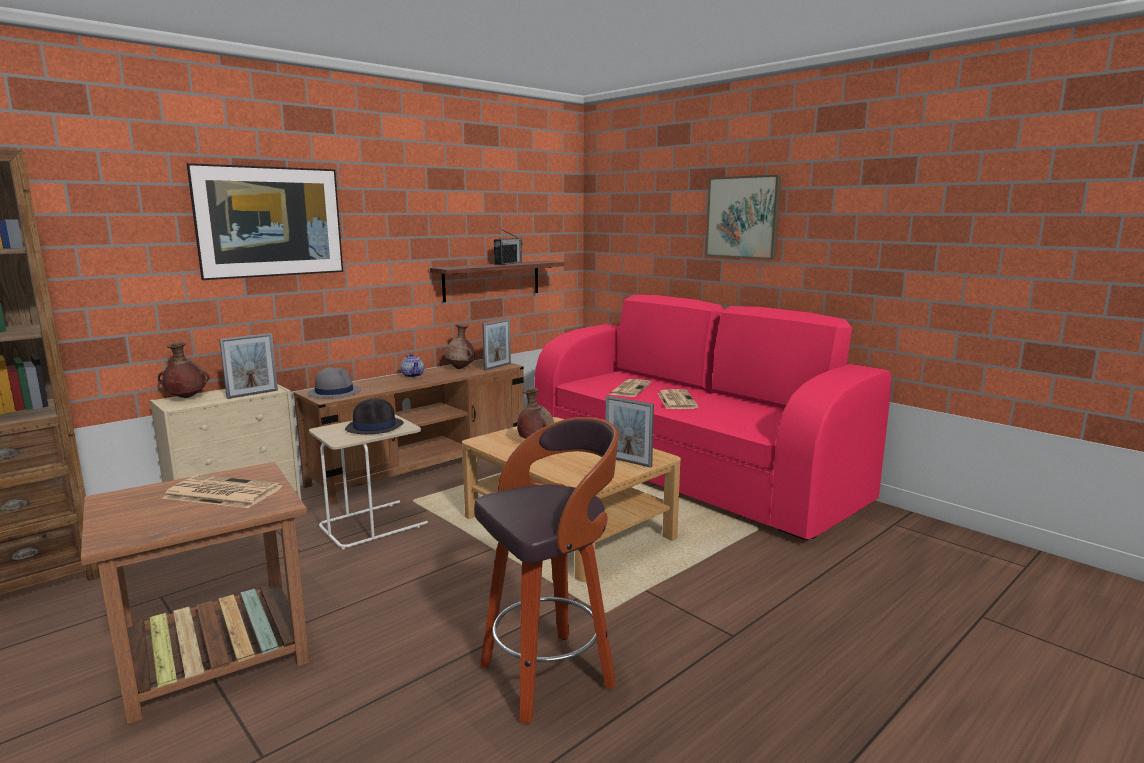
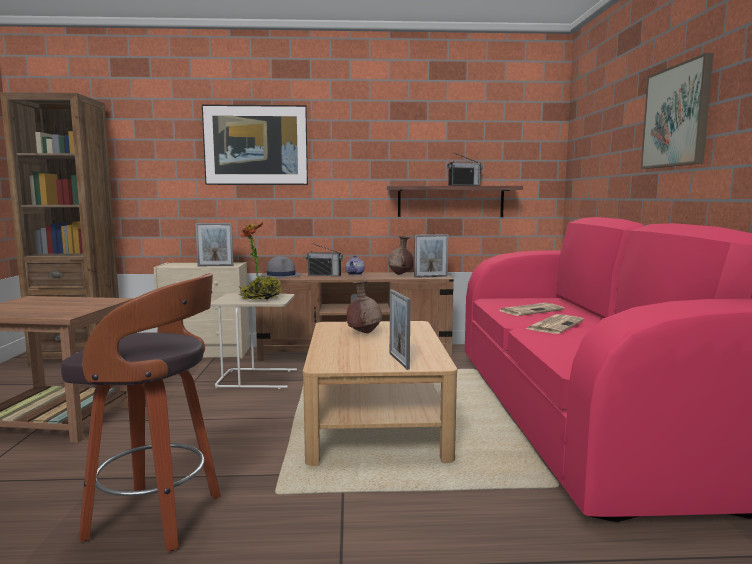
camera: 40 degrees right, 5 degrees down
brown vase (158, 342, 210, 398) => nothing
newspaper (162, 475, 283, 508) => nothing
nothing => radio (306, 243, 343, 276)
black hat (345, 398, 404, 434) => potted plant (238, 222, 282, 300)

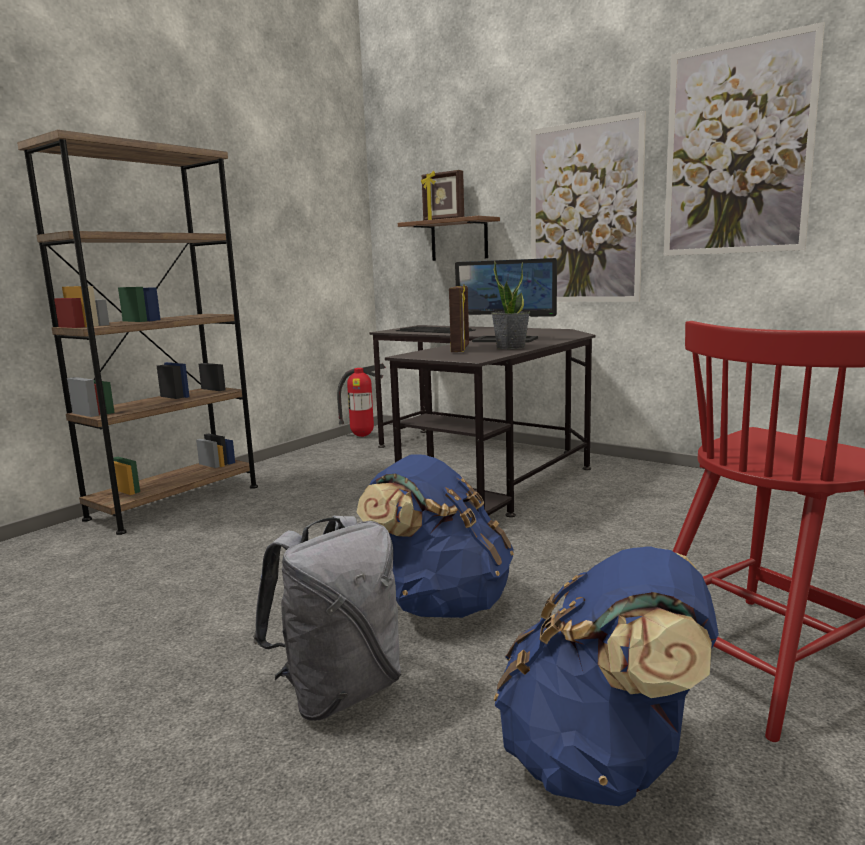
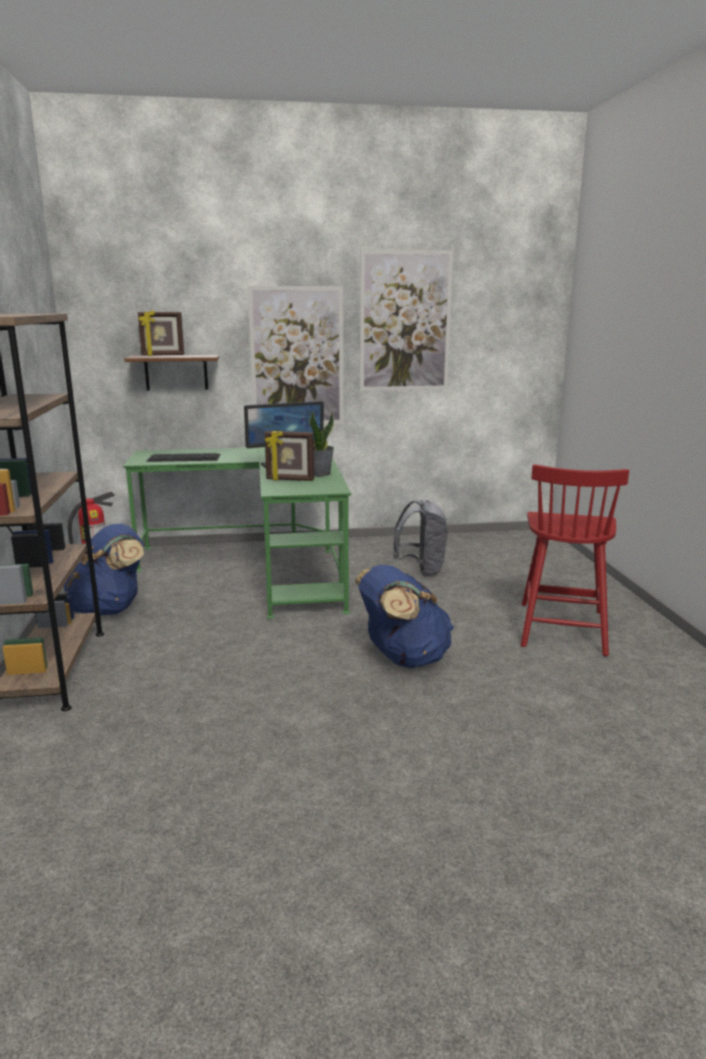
camera: 45 degrees left, 5 degrees up
grey backpack (253, 516, 401, 721) => grey backpack (393, 500, 447, 576), shifted
blue backpack (494, 547, 719, 806) => blue backpack (64, 523, 144, 615), shifted
black desk (370, 325, 595, 517) => green desk (123, 447, 351, 619)
picture frame (449, 285, 469, 352) => picture frame (265, 431, 314, 481), 135 degrees clockwise

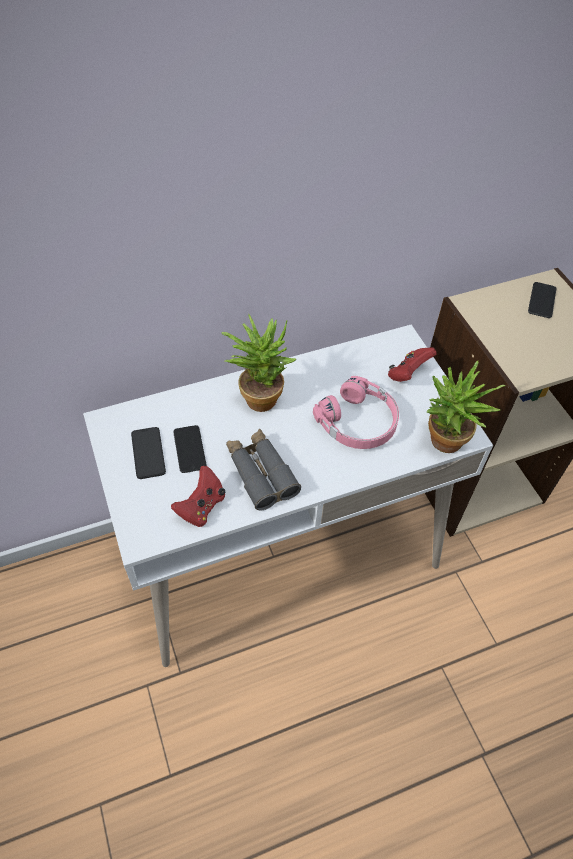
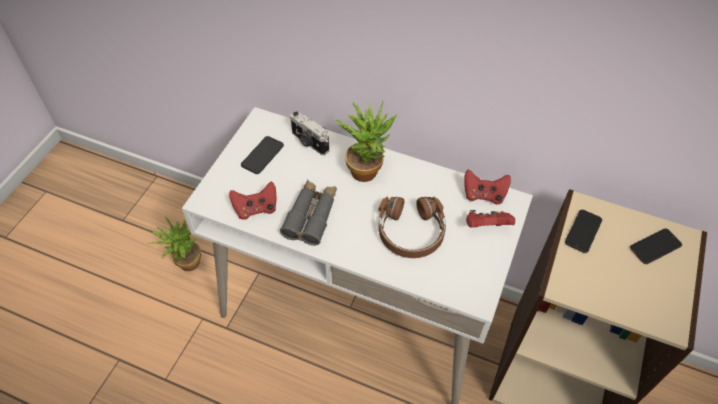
camera: 45 degrees right, 0 degrees up
nothing => photo camera (290, 110, 329, 155)
nothing => red game controller (465, 169, 511, 205)
phone (173, 425, 207, 473) => phone (565, 210, 602, 253), shifted
potted plant (427, 361, 506, 453) => potted plant (148, 217, 201, 271), shifted
pink headphones (313, 376, 399, 449) => brown headphones (379, 197, 446, 258)

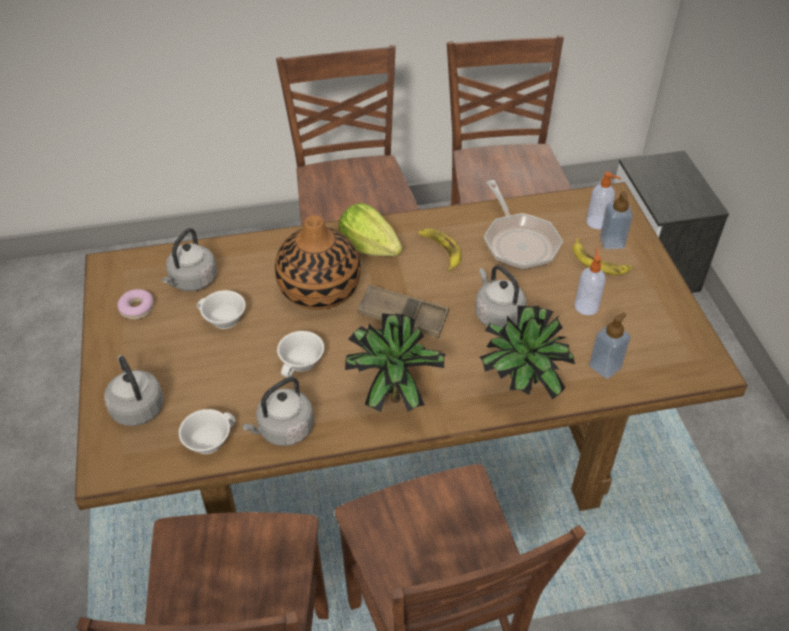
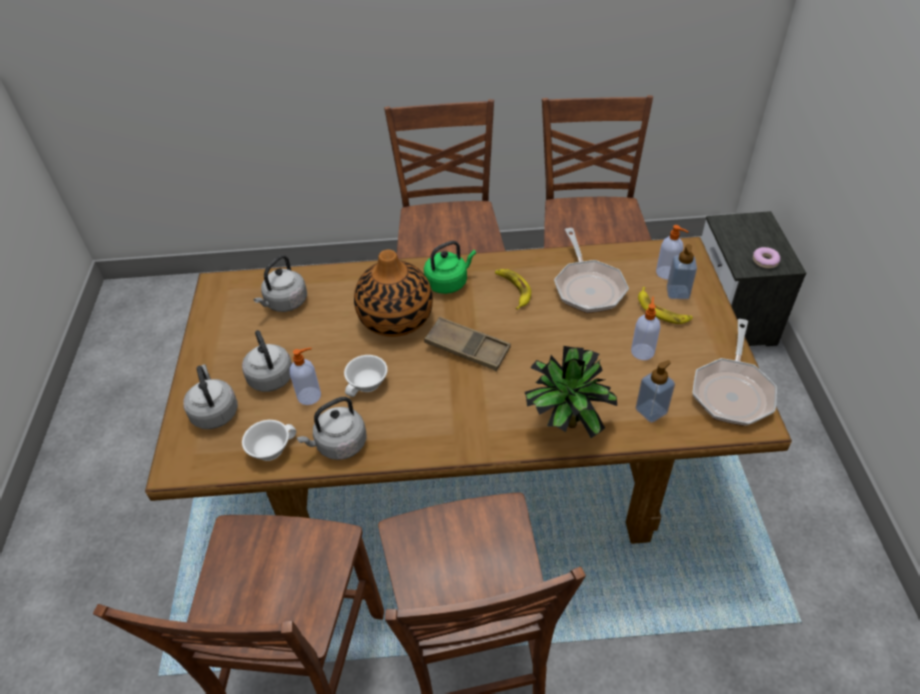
camera: 10 degrees right, 0 degrees up
white cup (197, 290, 246, 329) => nothing
potted plant (345, 313, 446, 412) => nothing
nothing => soap dispenser (290, 348, 321, 405)
nothing => frying pan (692, 319, 777, 426)
donut (117, 289, 154, 319) => donut (753, 247, 780, 268), shifted
grey kettle (475, 265, 527, 327) => grey kettle (242, 330, 292, 392), shifted
lettuce (339, 203, 402, 257) => green kettle (424, 241, 476, 294)

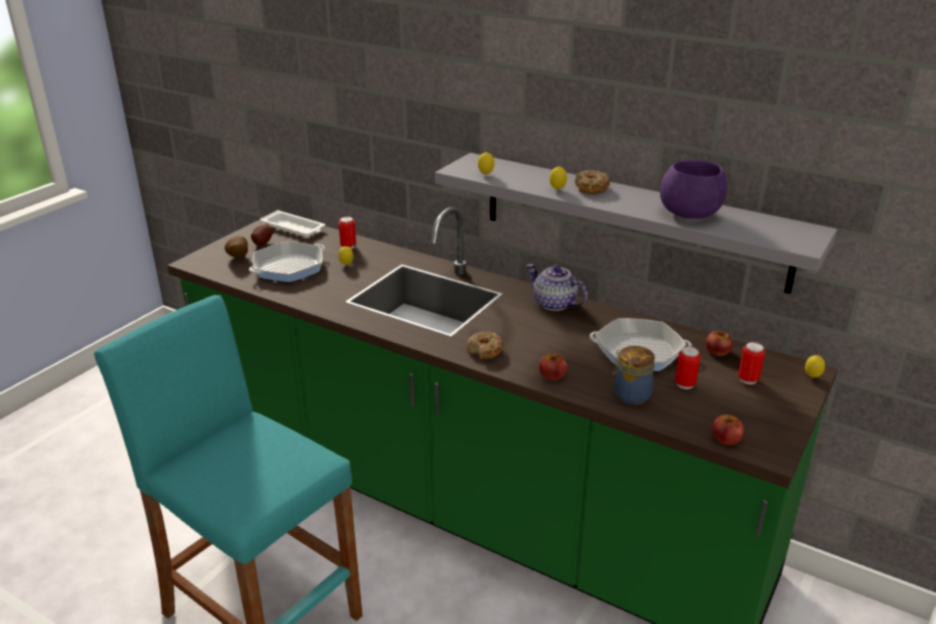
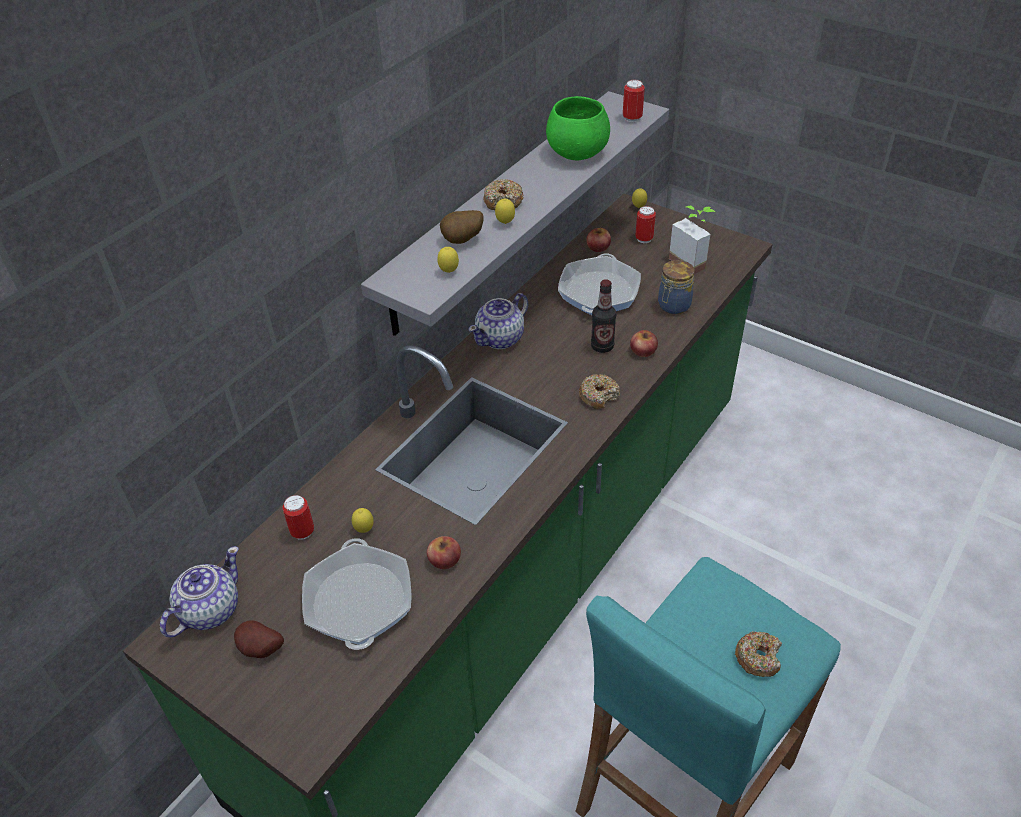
camera: 85 degrees left, 15 degrees up
nothing => bottle (591, 279, 616, 353)
nothing => potted plant (669, 206, 715, 274)
nothing => donut (735, 631, 782, 677)
potato (225, 236, 248, 258) => potato (440, 210, 483, 244), shifted
can (675, 346, 701, 389) => can (623, 80, 645, 122), shifted
apple (712, 414, 744, 445) => apple (427, 536, 461, 569), shifted
white tray (260, 210, 325, 237) => teapot (160, 546, 239, 638)
purple bowl (660, 160, 727, 219) => green bowl (546, 96, 610, 160)
frying pan (249, 241, 325, 282) => frying pan (302, 538, 412, 650), 150 degrees counterclockwise

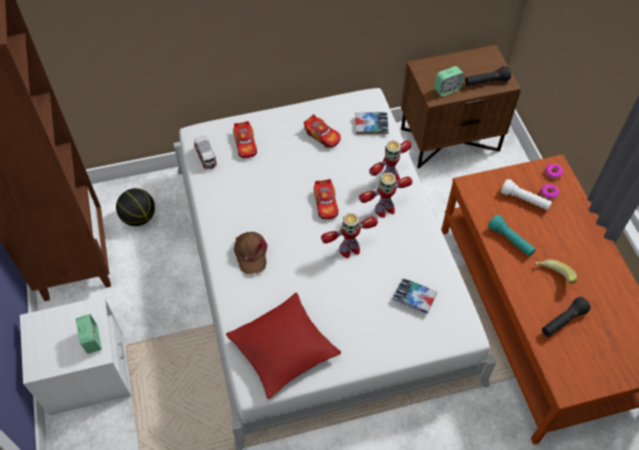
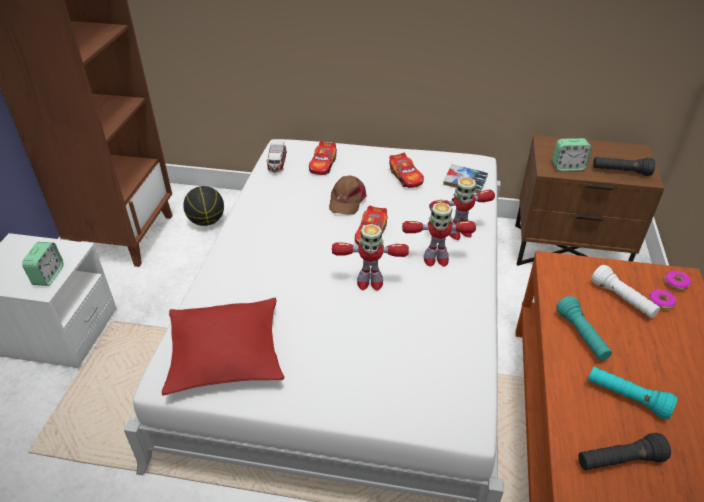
camera: 25 degrees right, 15 degrees down
book (393, 278, 437, 314) => nothing
brown cap (234, 232, 267, 274) => brown cap (329, 176, 367, 215), shifted
banana (535, 259, 577, 283) => turquoise flashlight (588, 367, 677, 419)

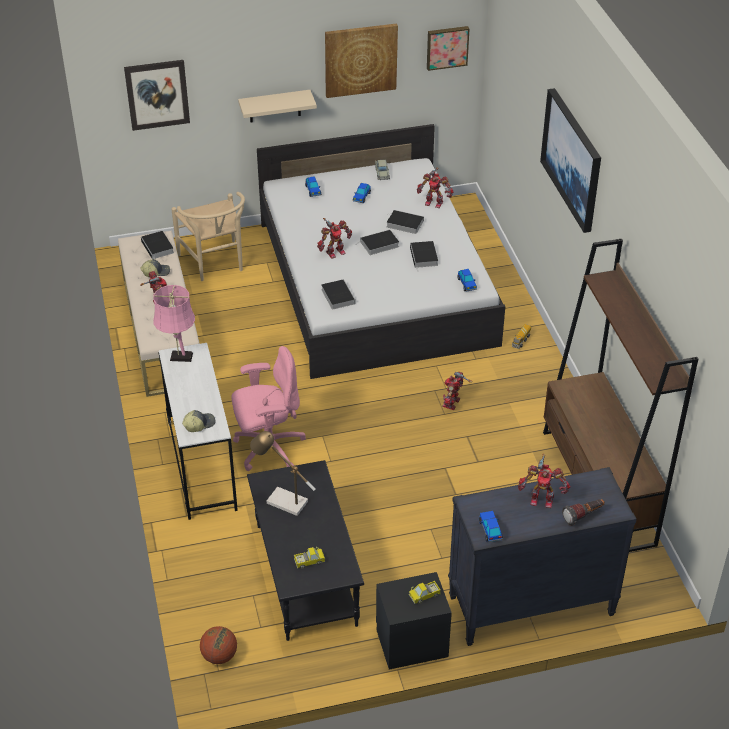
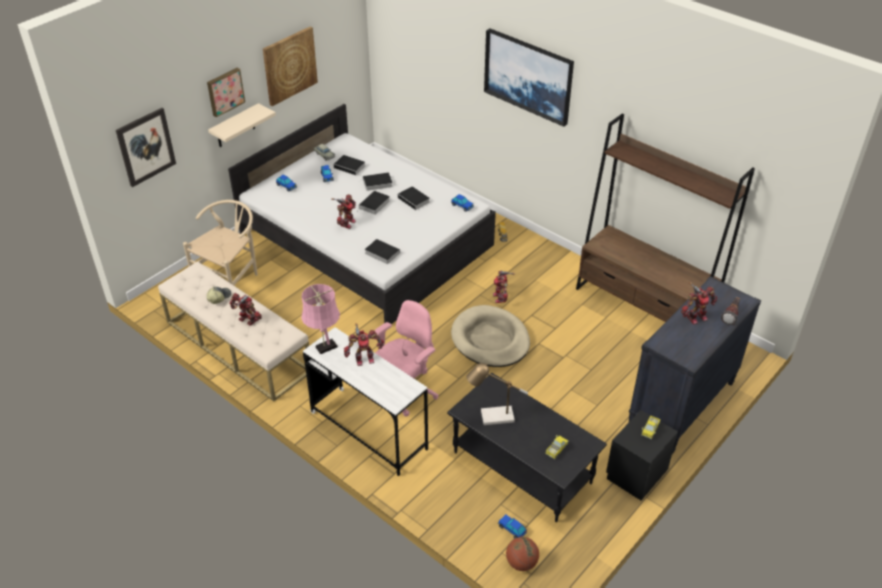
camera: 35 degrees left, 0 degrees up
cap (182, 410, 216, 432) => nothing
nothing => beige dog bed (451, 305, 530, 367)
book (141, 231, 174, 259) => book (334, 155, 365, 176), shifted
toy robot (417, 167, 454, 208) => toy robot (344, 323, 384, 366), shifted
picture (427, 26, 470, 71) => picture (207, 68, 245, 117), shifted
toy car (479, 511, 503, 542) => toy car (498, 514, 527, 538), shifted
beige chair (171, 192, 245, 281) => beige chair (183, 200, 258, 285), 90 degrees counterclockwise

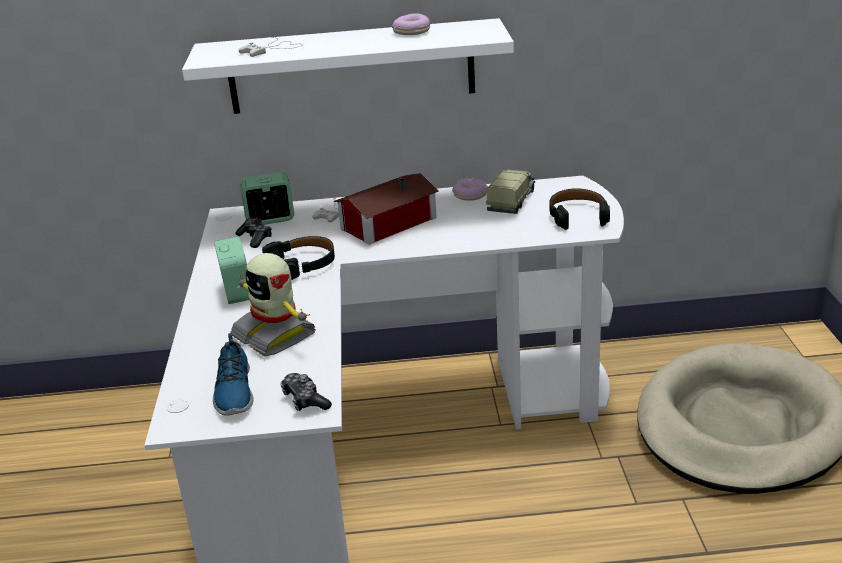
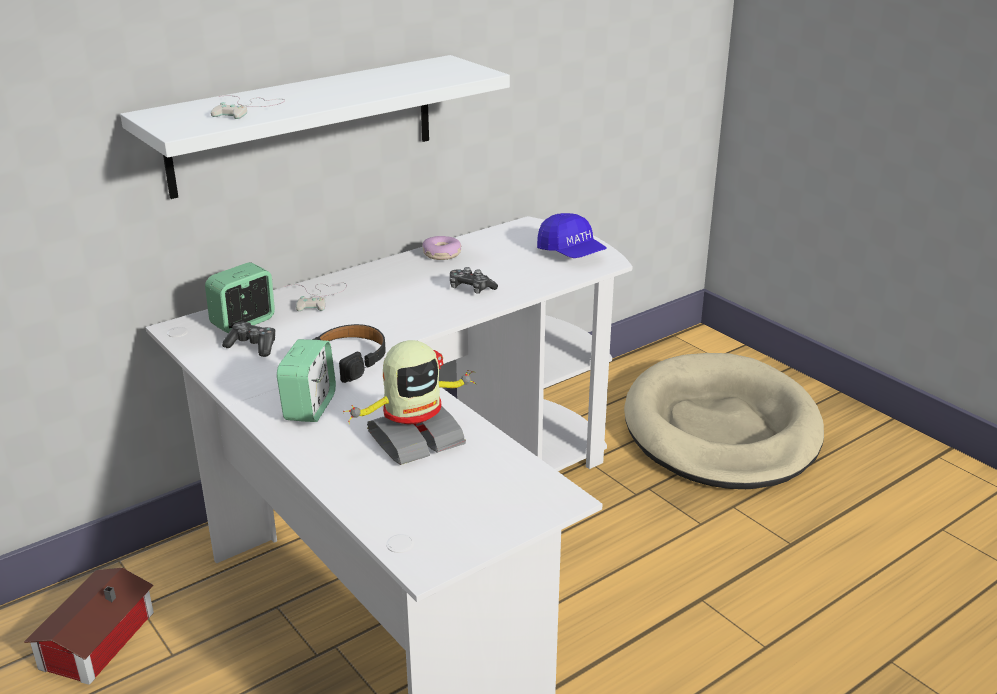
camera: 35 degrees left, 0 degrees up
shoe (213, 333, 253, 416) => nothing
donut (392, 13, 430, 35) => nothing
toy truck (486, 170, 535, 214) => nothing
game controller (280, 373, 332, 411) => game controller (450, 267, 498, 294), shifted
toy house (334, 173, 439, 245) => toy house (24, 568, 154, 685), shifted
black headphones (549, 188, 610, 230) => blue cap (537, 213, 607, 258)
alarm clock (214, 237, 249, 304) => alarm clock (277, 339, 336, 422), 60 degrees clockwise
toy robot (230, 253, 316, 357) => toy robot (343, 340, 476, 465), 45 degrees counterclockwise

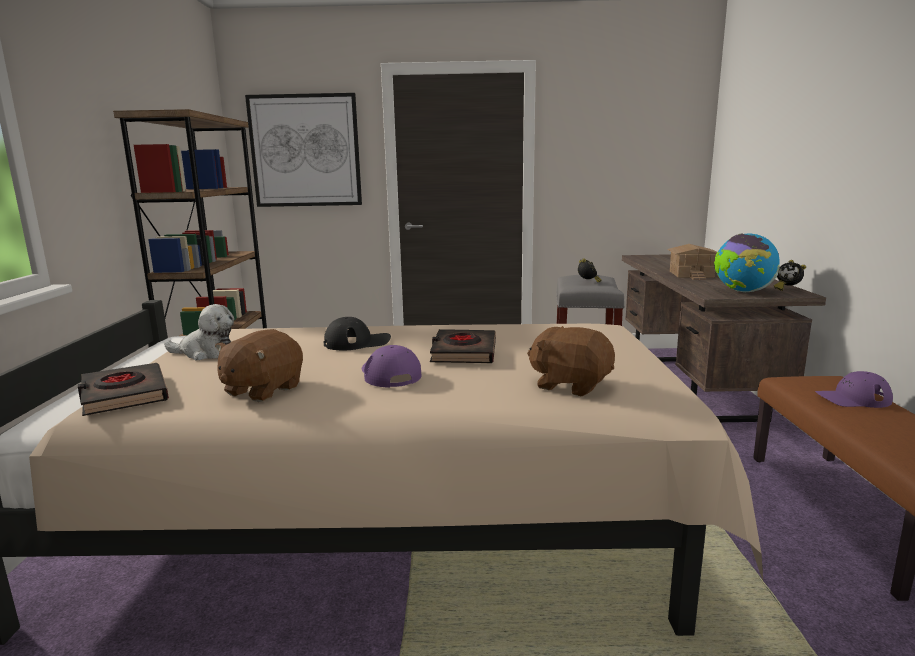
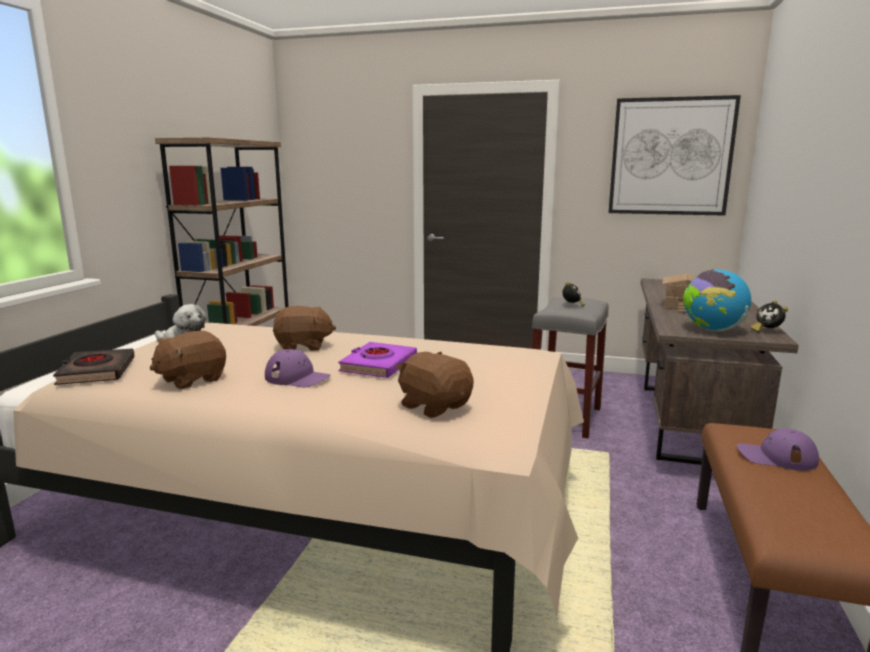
camera: 15 degrees right, 0 degrees up
picture (245, 93, 362, 207) => picture (609, 95, 741, 216), shifted
black cap (324, 317, 391, 350) => brown plush toy (273, 306, 336, 351)
black book (430, 329, 496, 363) => purple book (338, 342, 417, 378)
purple cap (362, 345, 421, 388) => purple cap (265, 349, 331, 388), 120 degrees clockwise

